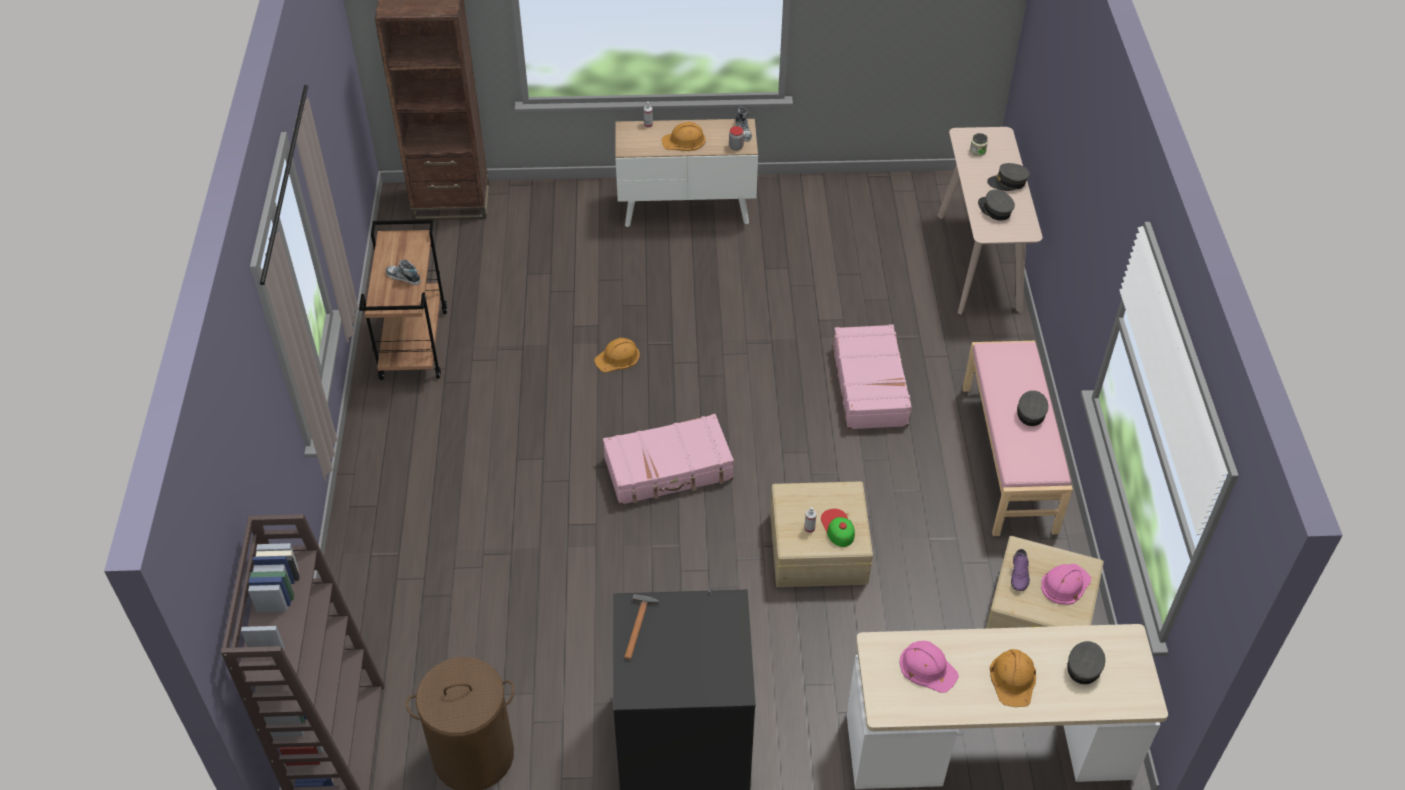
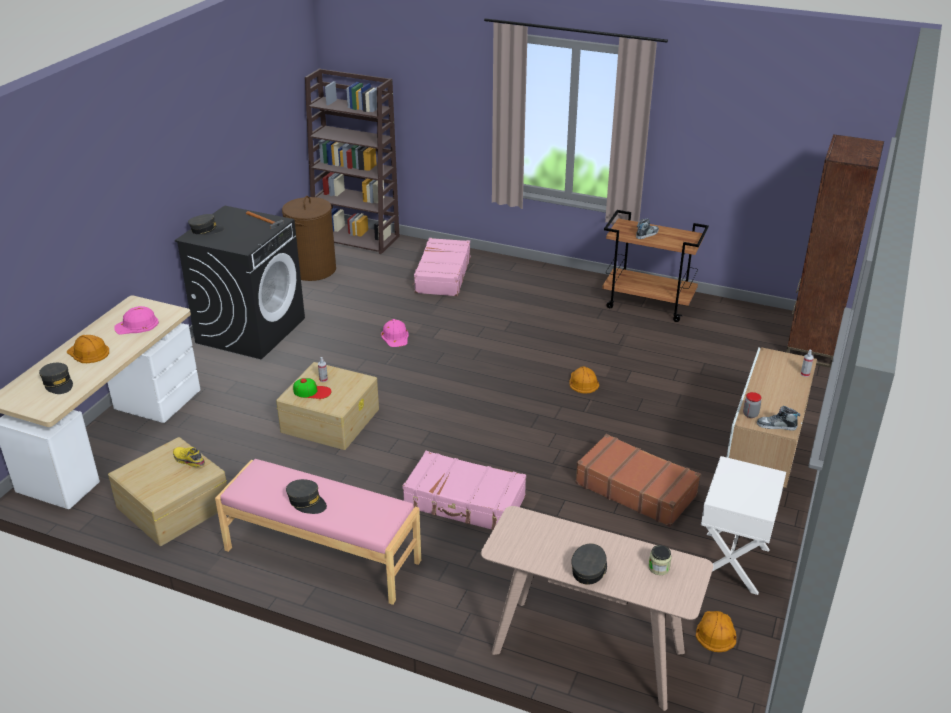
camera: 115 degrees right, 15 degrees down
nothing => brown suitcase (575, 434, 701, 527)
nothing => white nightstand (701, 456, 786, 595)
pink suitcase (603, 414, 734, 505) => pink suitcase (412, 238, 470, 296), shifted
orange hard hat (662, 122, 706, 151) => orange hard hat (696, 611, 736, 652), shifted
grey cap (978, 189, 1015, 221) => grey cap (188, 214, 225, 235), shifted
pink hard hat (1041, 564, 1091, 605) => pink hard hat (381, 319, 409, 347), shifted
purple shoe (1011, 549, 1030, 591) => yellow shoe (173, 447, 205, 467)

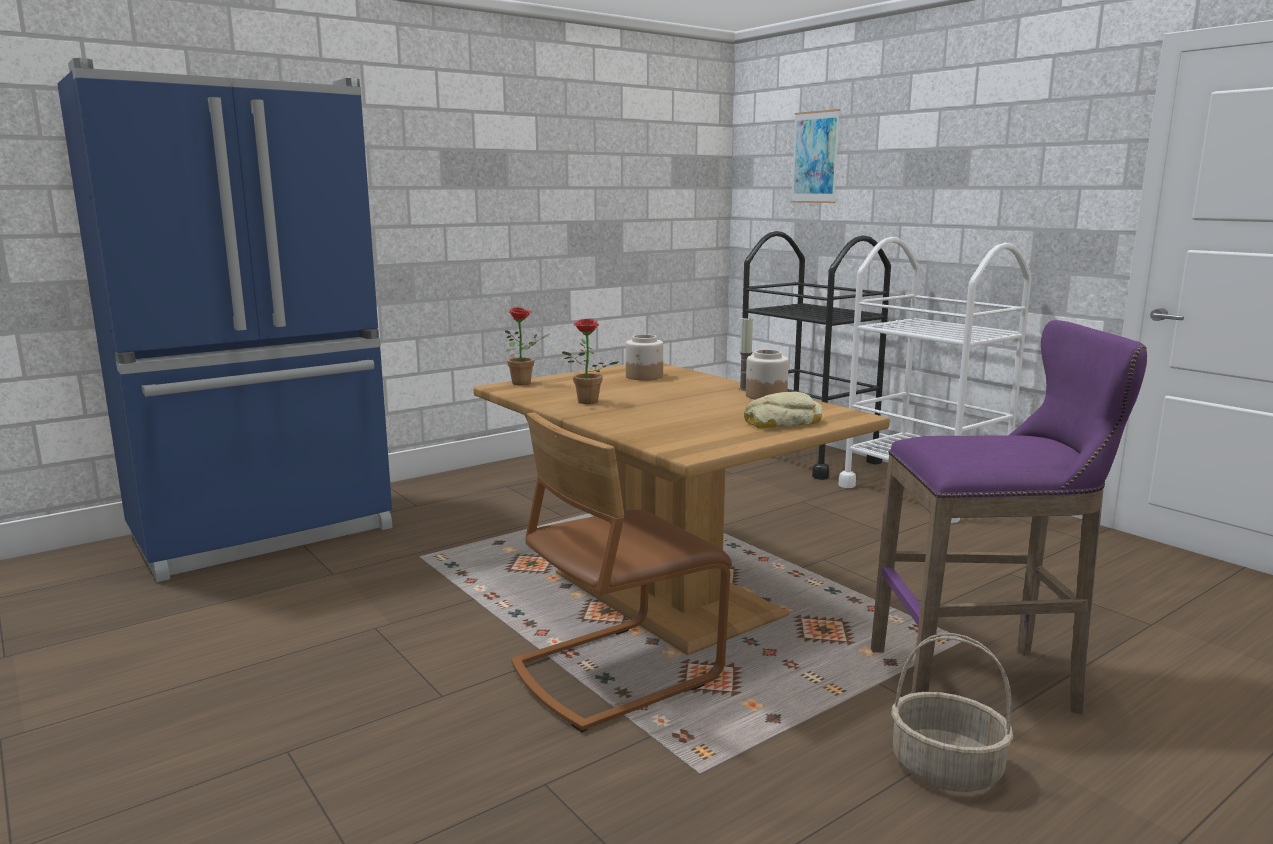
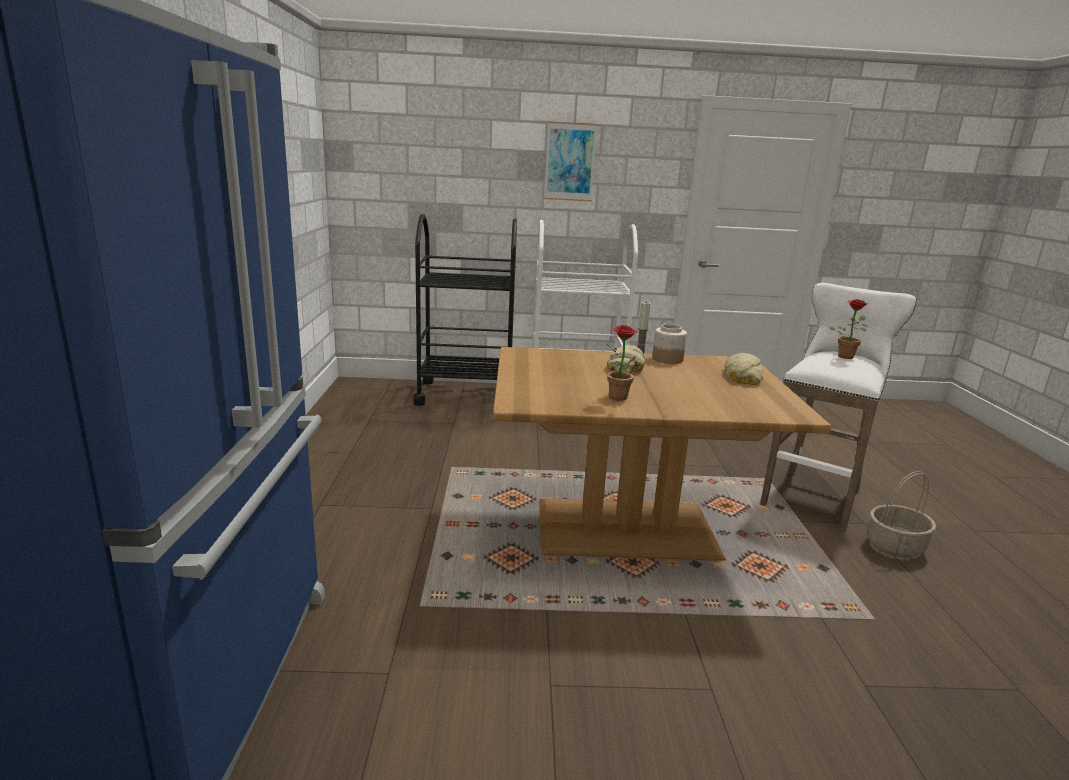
camera: 55 degrees left, 5 degrees up
brown chair (511, 412, 732, 733) => nothing
jar (626, 335, 663, 381) => nothing
nothing => bread (607, 344, 646, 374)
potted plant (505, 307, 549, 385) => potted plant (829, 299, 868, 359), shifted
picture (791, 109, 840, 203) => picture (544, 121, 597, 201), shifted
purple stool (871, 320, 1147, 714) => white stool (760, 283, 917, 531)

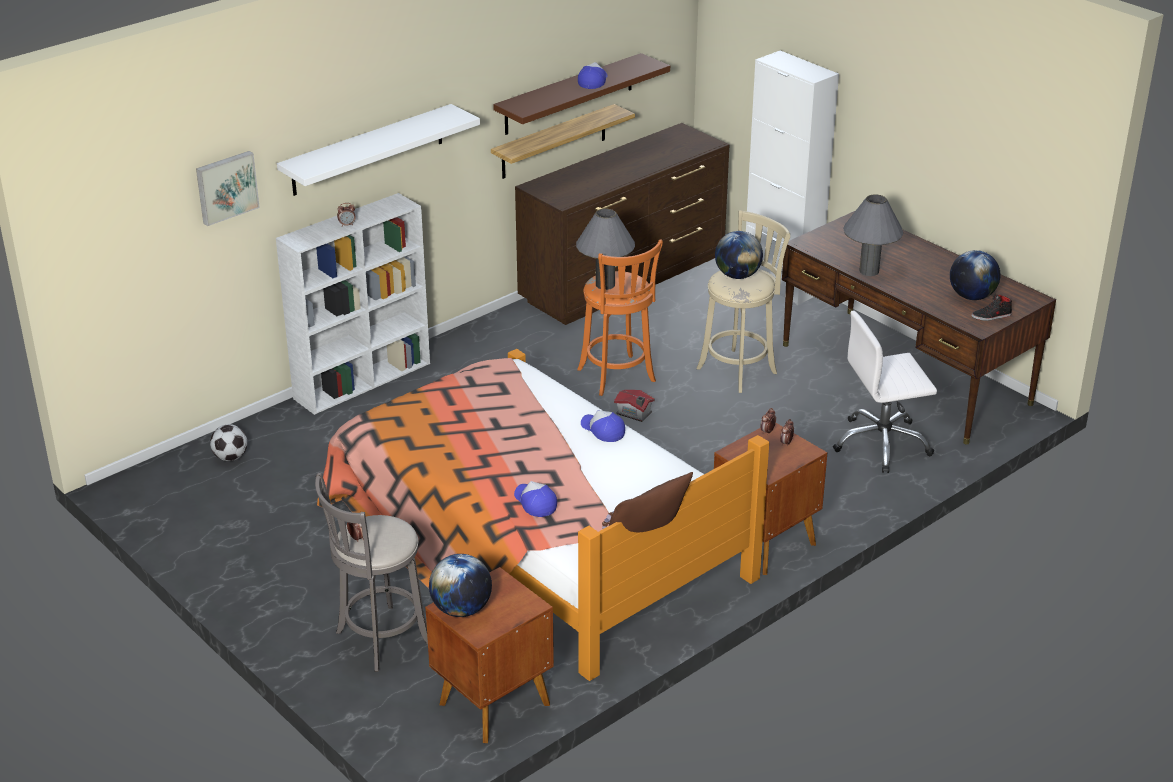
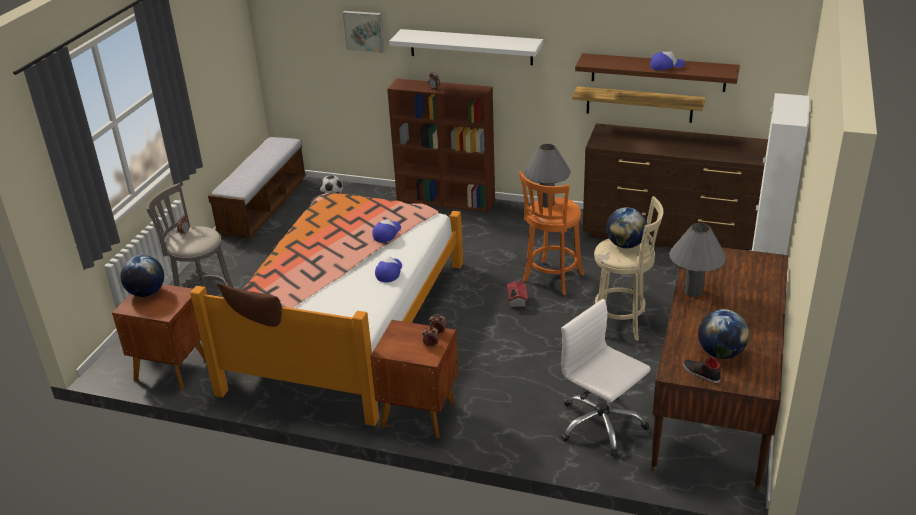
camera: 60 degrees right, 0 degrees up
nothing => bench (208, 137, 306, 239)
cap (514, 481, 557, 517) => cap (372, 219, 401, 242), shifted
white bookcase (276, 193, 430, 415) => brown bookcase (387, 79, 495, 212)

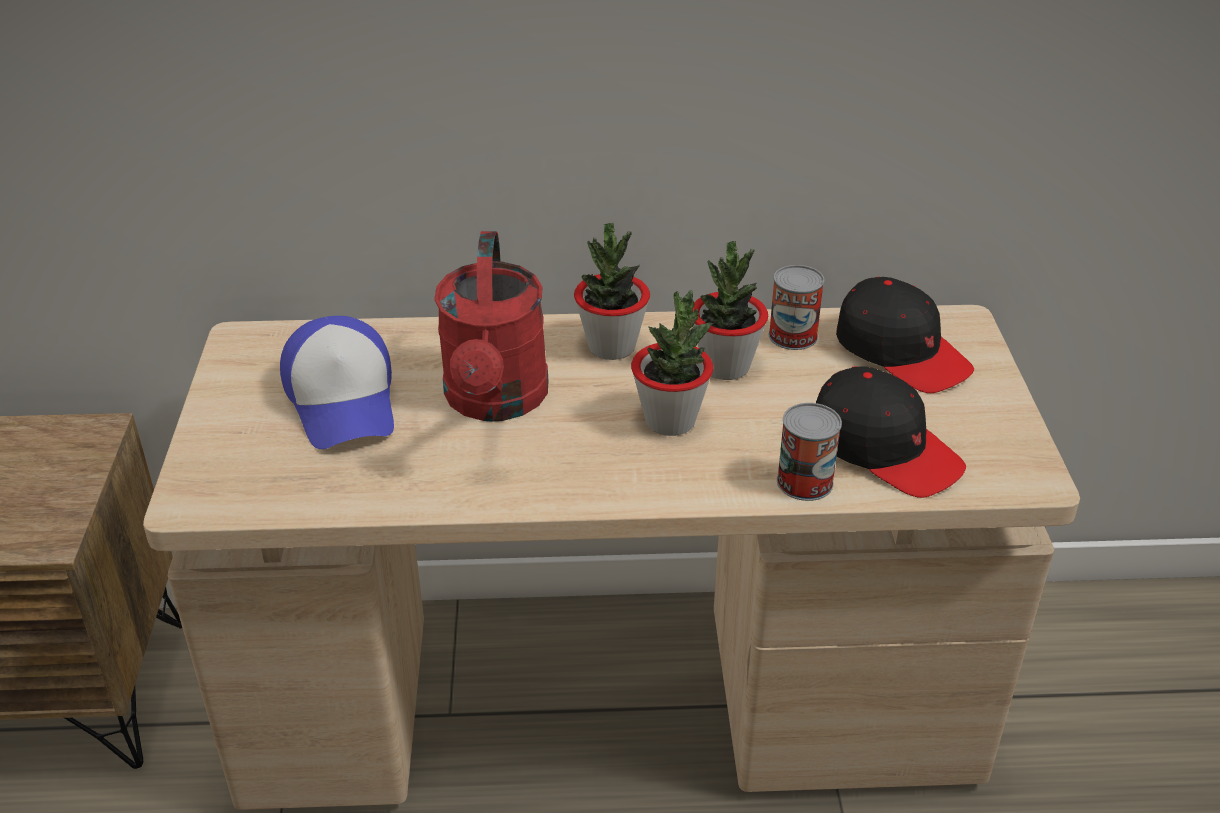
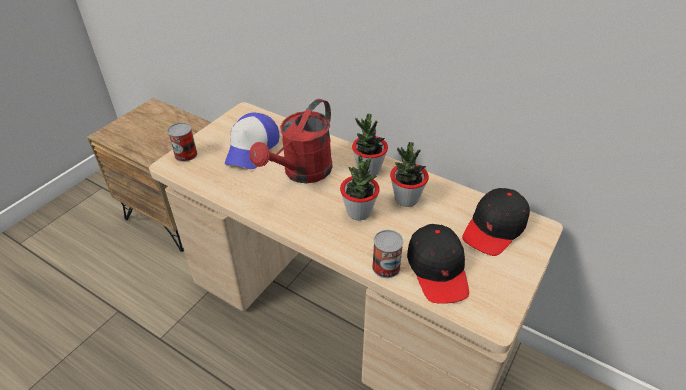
camera: 35 degrees right, 5 degrees up
can (769, 265, 824, 350) => can (167, 123, 197, 162), shifted
black cap (836, 277, 974, 393) => black cap (462, 188, 530, 256), 45 degrees clockwise

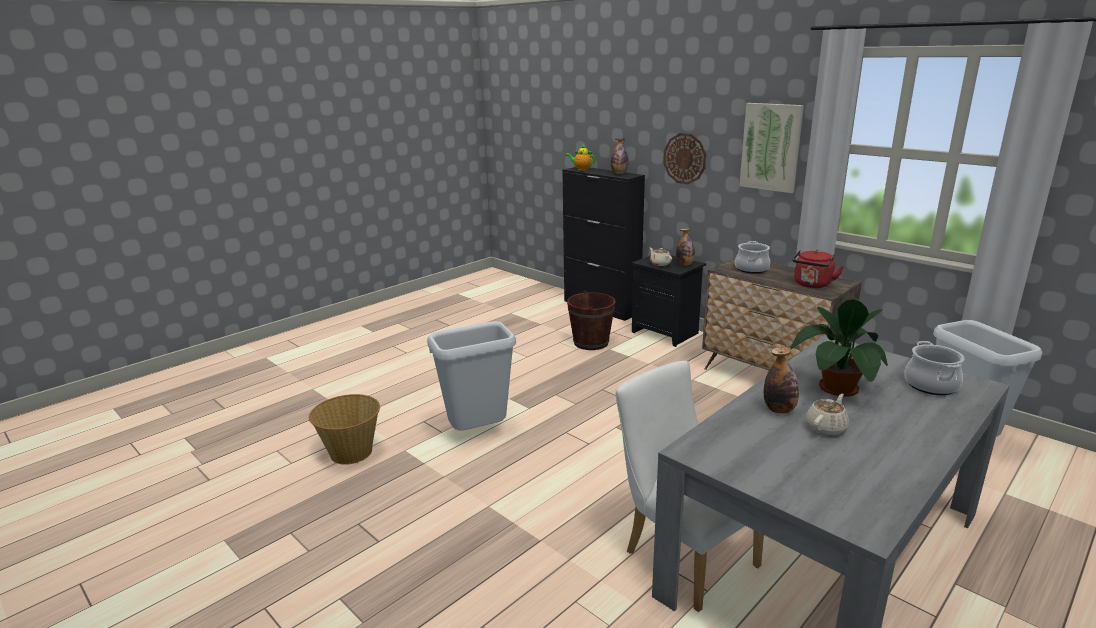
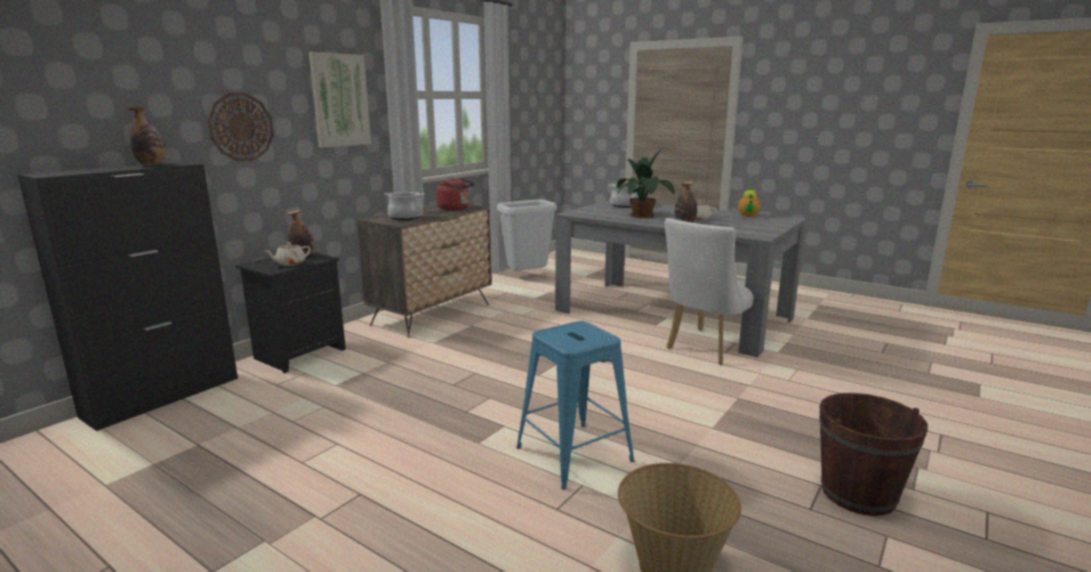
camera: 100 degrees left, 5 degrees down
teapot (566, 145, 595, 171) => teapot (738, 186, 760, 217), shifted
brown bucket (567, 291, 615, 350) => brown bucket (819, 393, 928, 516), shifted
grey trash can (427, 321, 516, 431) => blue stool (516, 321, 635, 490)

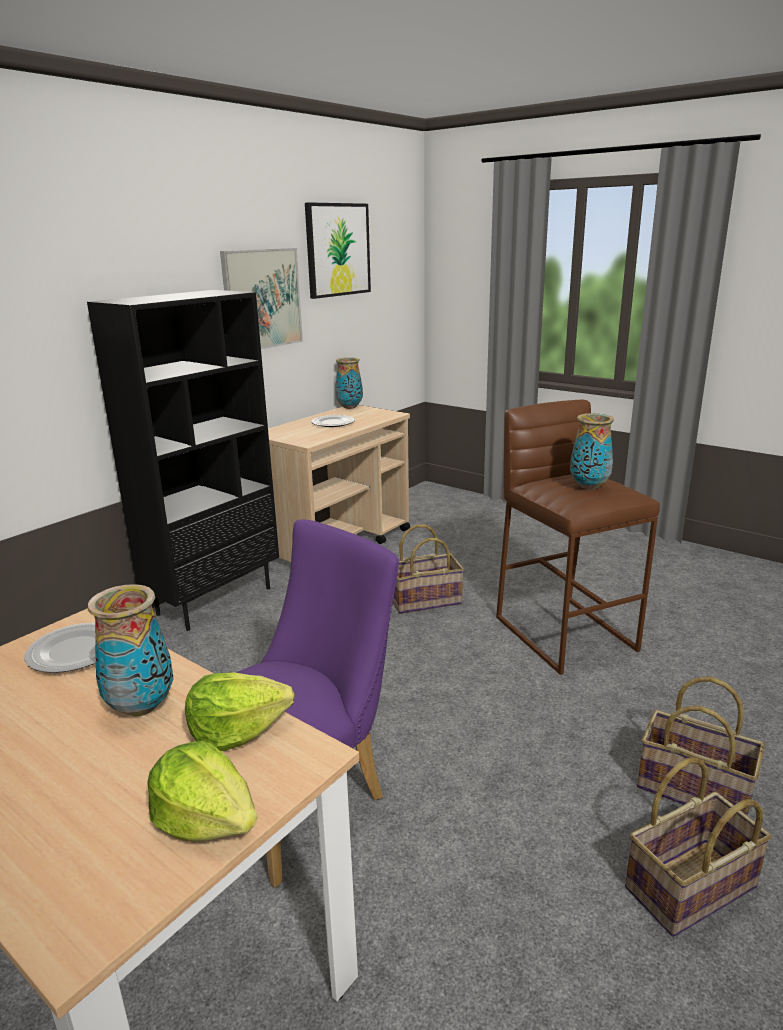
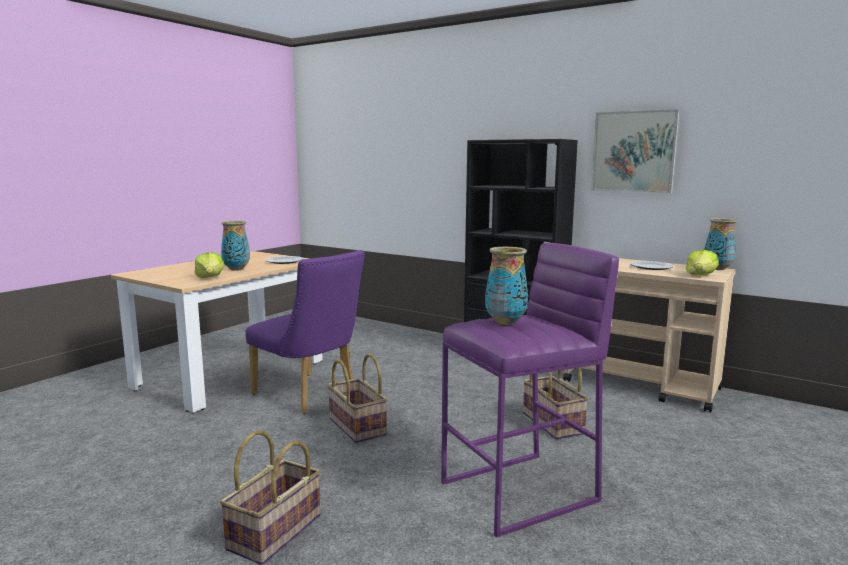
camera: 85 degrees right, 10 degrees down
picture (305, 202, 371, 299) => nothing
lettuce (147, 741, 257, 842) => lettuce (686, 250, 719, 275), shifted
basket (625, 758, 772, 937) => basket (328, 354, 388, 443), shifted
brown stool (496, 400, 660, 675) => purple stool (441, 243, 619, 537)

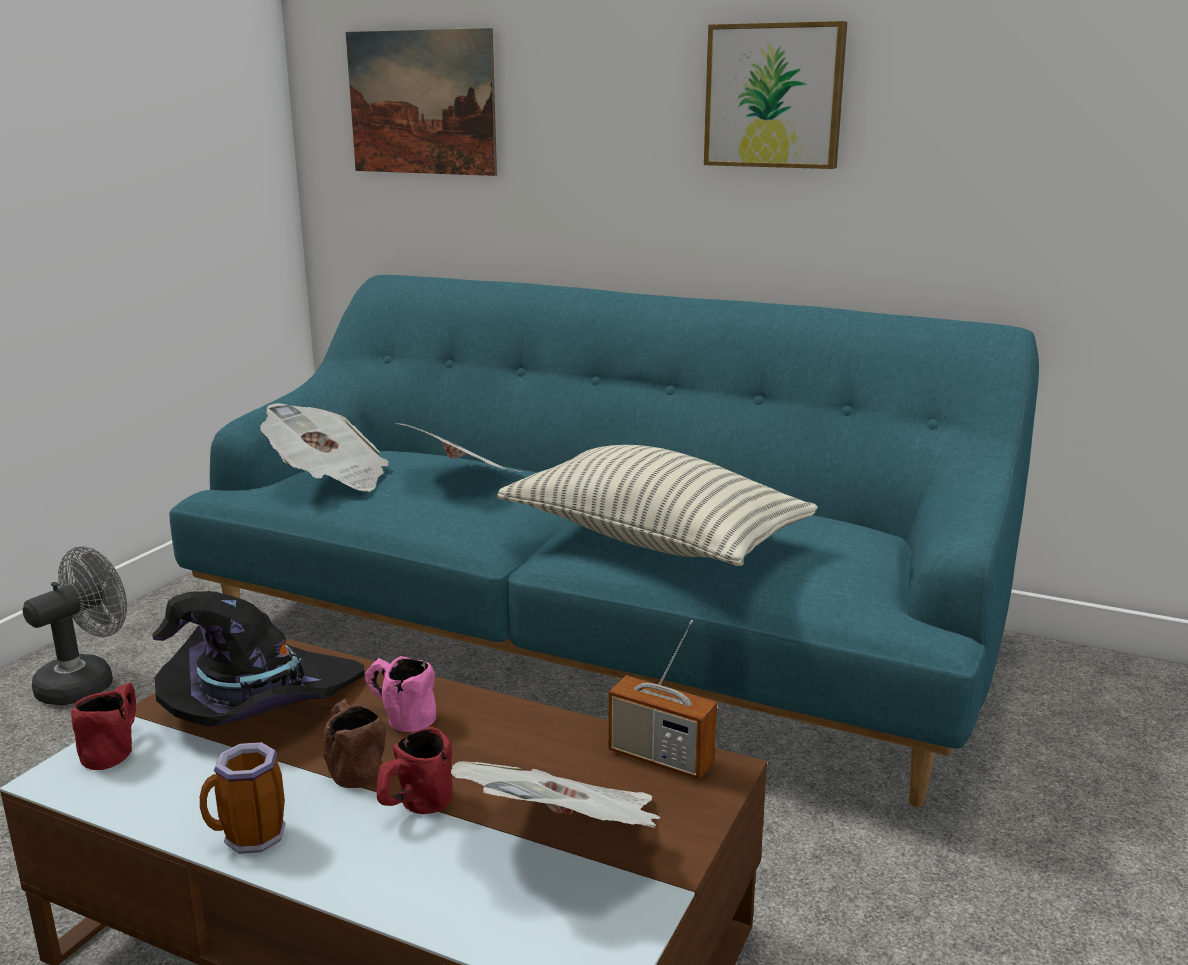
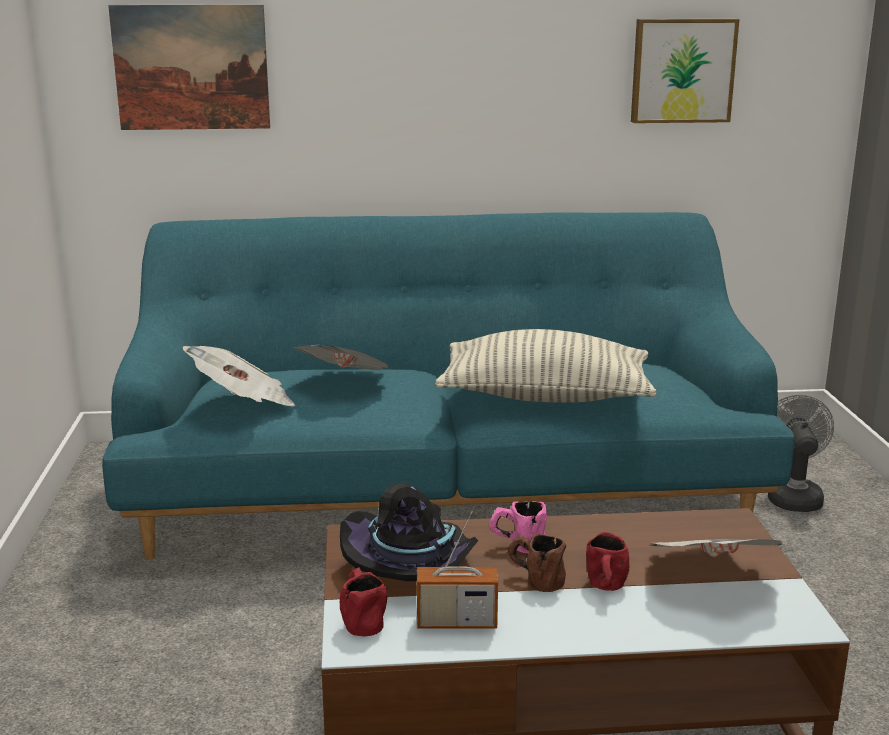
camera: 30 degrees left, 0 degrees up
mug (200, 742, 286, 854) => nothing
grey fan (23, 546, 127, 705) => grey fan (768, 395, 834, 512), shifted
radio (608, 620, 717, 779) => radio (417, 511, 498, 629), shifted
picture (704, 21, 847, 169) => picture (631, 19, 739, 123), shifted

